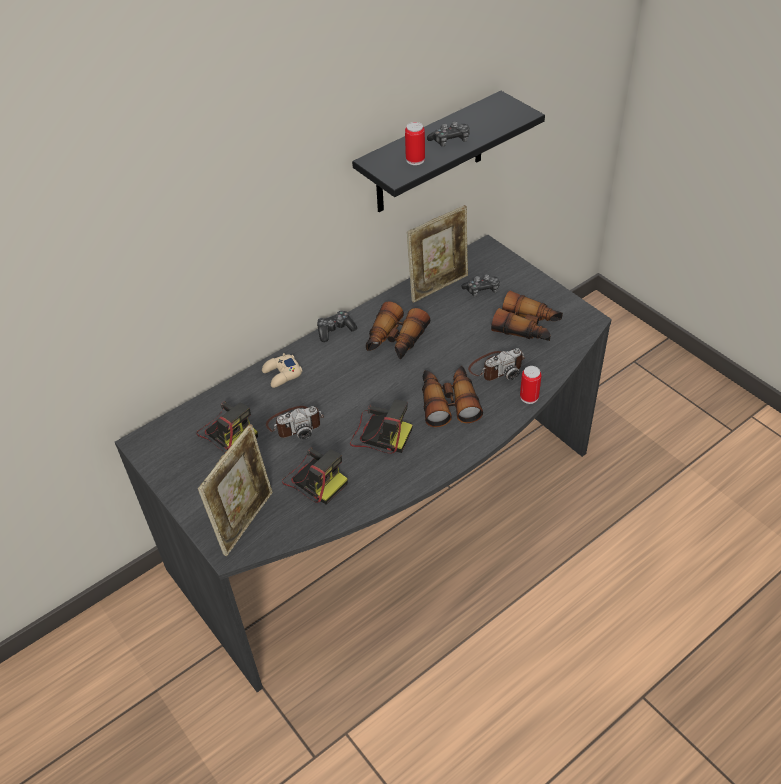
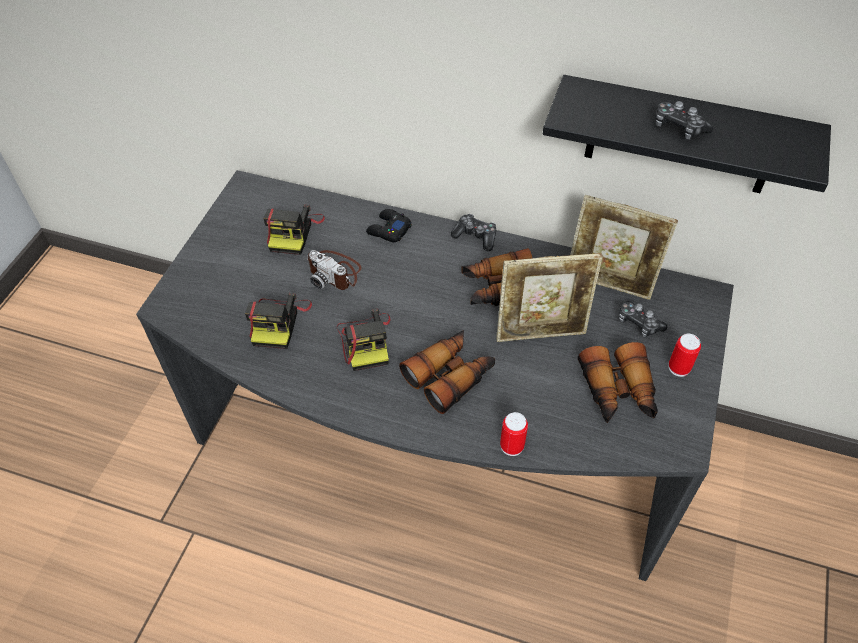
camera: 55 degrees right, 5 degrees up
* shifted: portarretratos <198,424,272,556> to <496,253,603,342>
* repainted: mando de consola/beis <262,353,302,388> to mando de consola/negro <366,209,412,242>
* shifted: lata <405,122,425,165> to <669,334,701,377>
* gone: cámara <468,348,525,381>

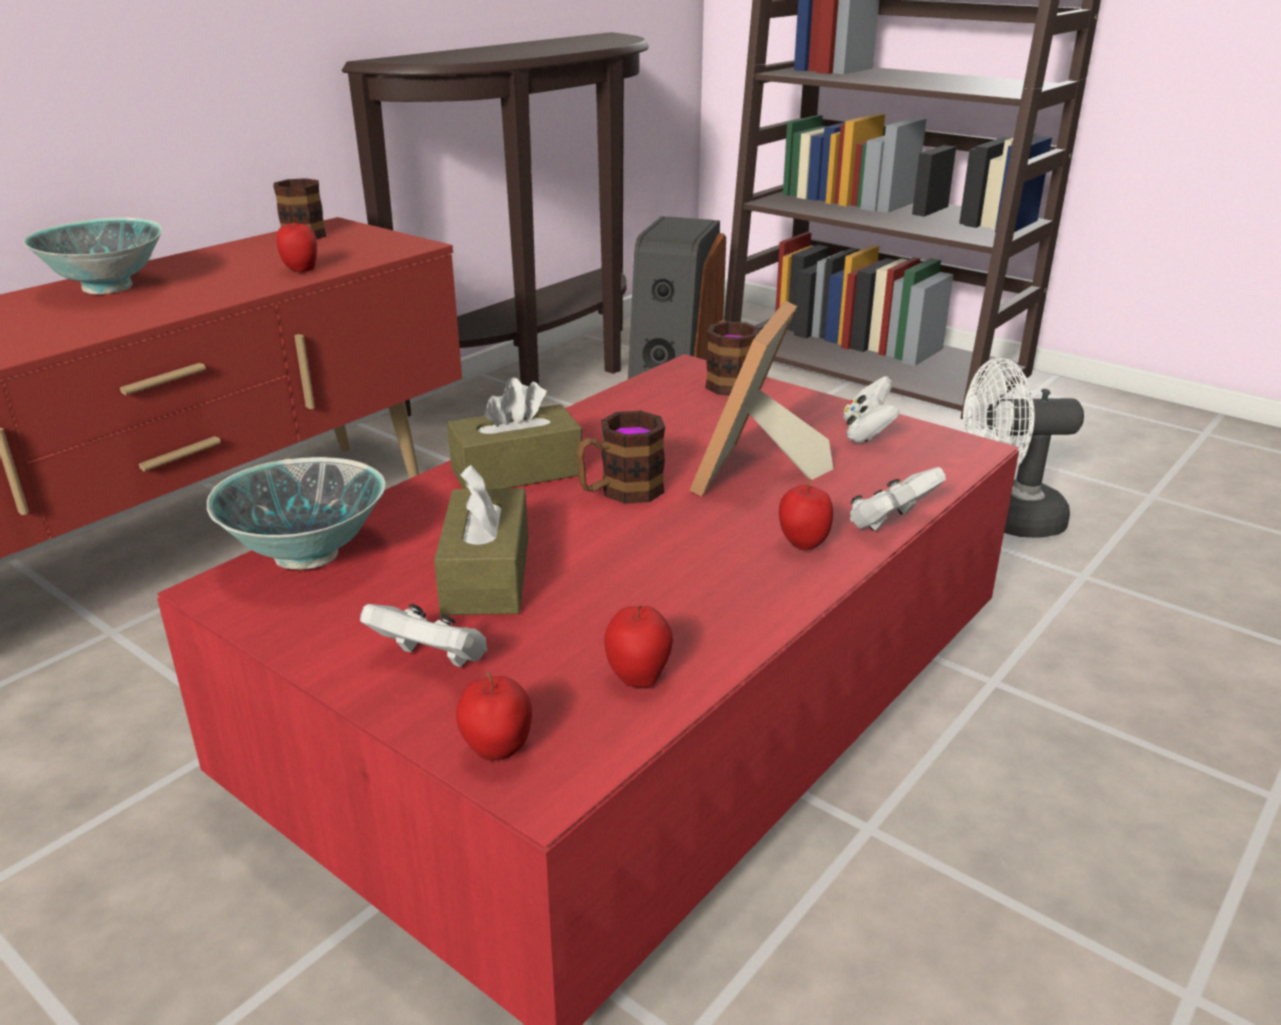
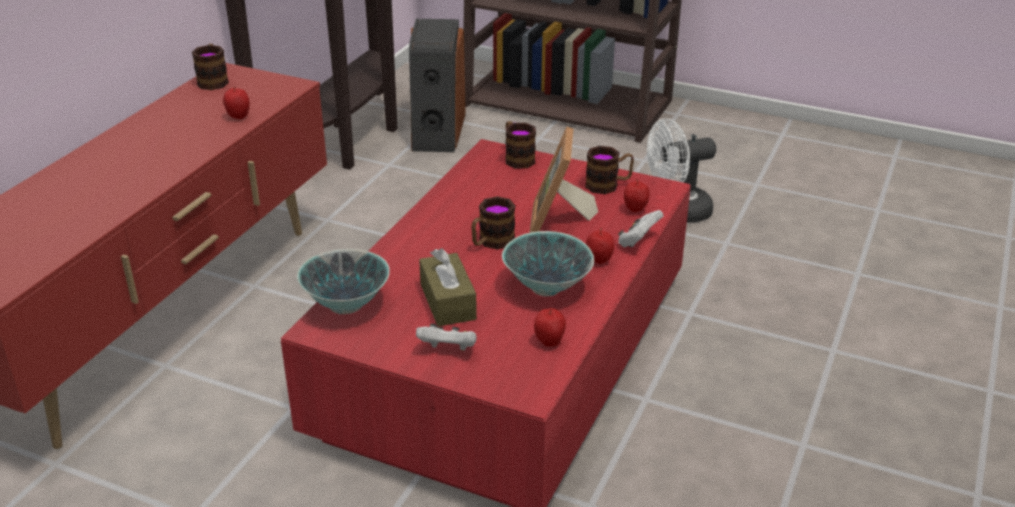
camera: 15 degrees left, 5 degrees up
* shifted: cuenco <23,218,162,294> to <502,231,594,296>
* gone: caja de pañuelos/marrón <447,377,582,489>
* shifted: manzana <456,671,532,761> to <624,179,650,212>
* swapped: mando de consola/blanco <844,376,900,443> to taza grande <585,146,634,194>

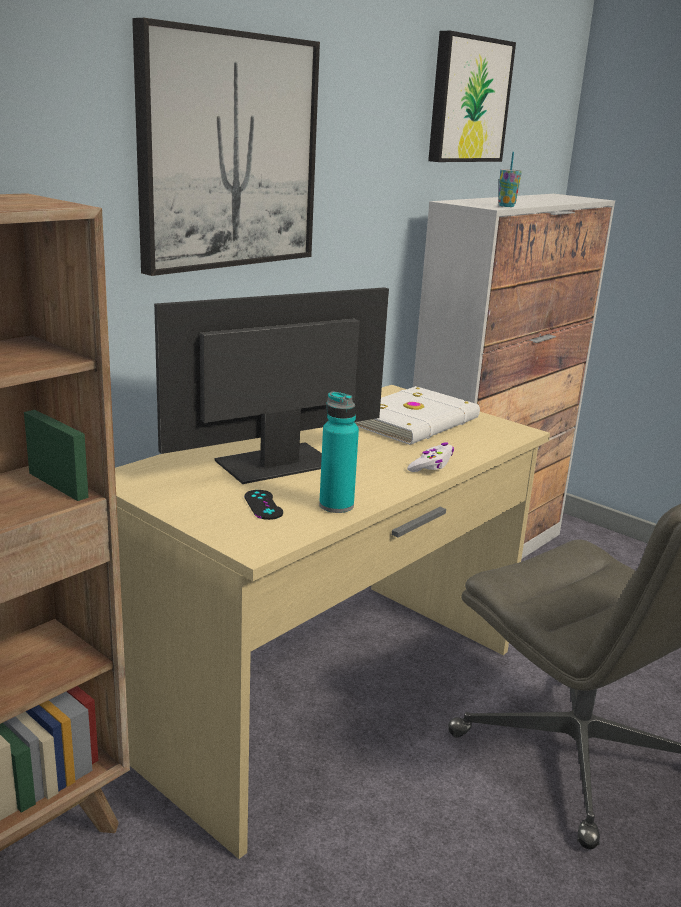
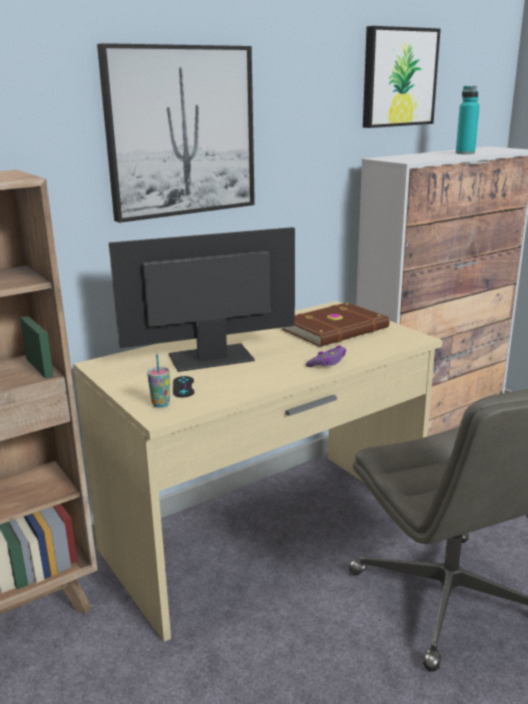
camera: 15 degrees right, 0 degrees up
* shifted: botella/turquesa <319,392,359,513> to <456,86,480,154>
* repainted: libro/blanco <355,386,480,445> to libro/marrón <281,302,390,347>
* repainted: mando de consola/blanco <407,443,454,472> to mando de consola/morado <306,345,346,367>
* shifted: taza <498,152,522,207> to <147,354,170,408>

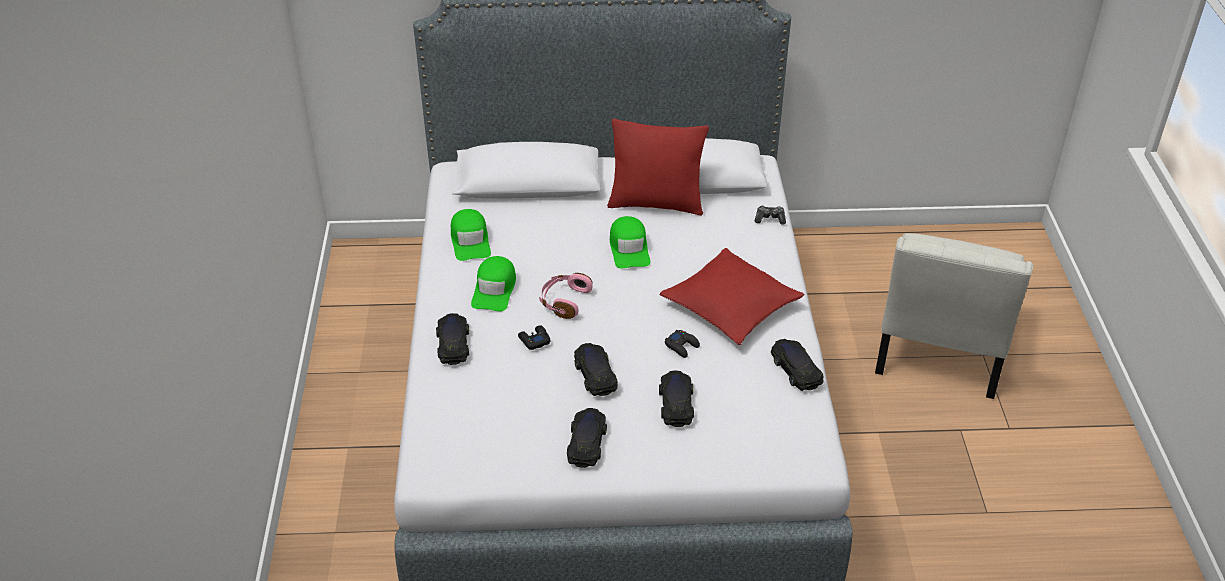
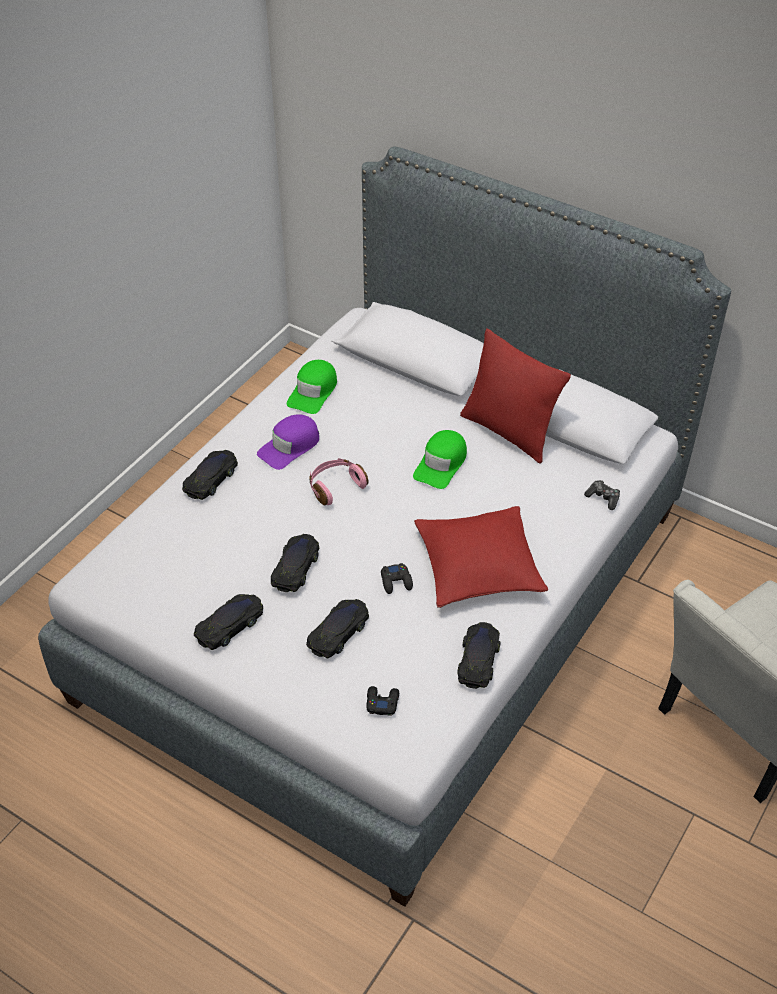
camera: 35 degrees right, 5 degrees up
* repainted: gorra/verde <471,256,516,311> to gorra/morado <257,414,319,470>
* shifted: mando de consola/negro <518,326,550,350> to <366,686,399,716>

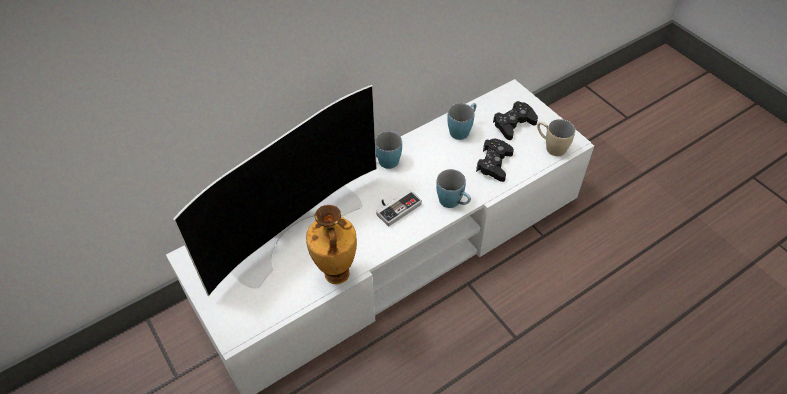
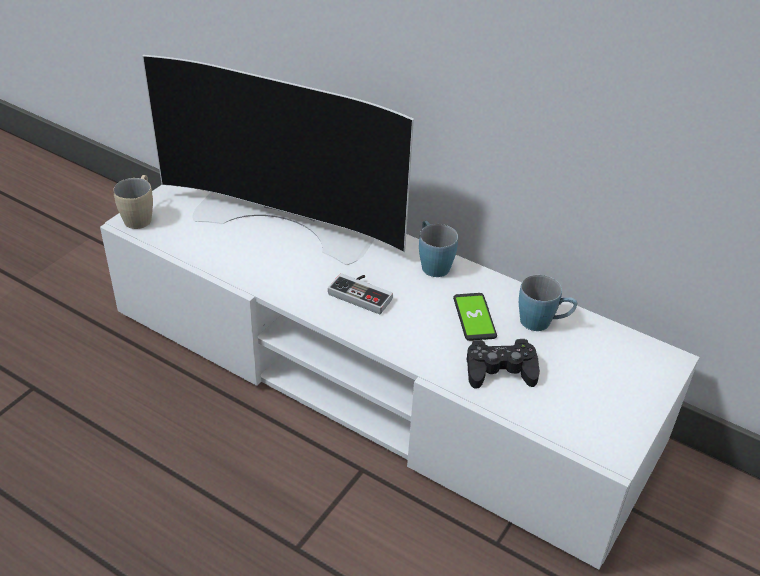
camera: 65 degrees right, 10 degrees down
* gone: florero <306,205,357,284>
* gone: taza grande/azul <436,169,471,208>
* gone: mando de consola/negro <493,101,538,140>
* shifted: taza grande/beis <537,119,575,156> to <113,175,153,229>
* new: móvil <453,293,497,341>

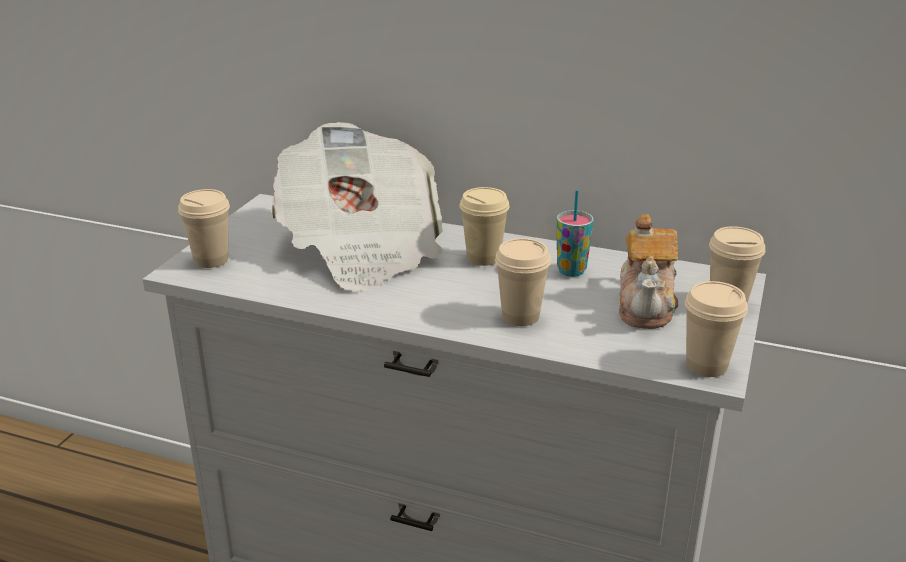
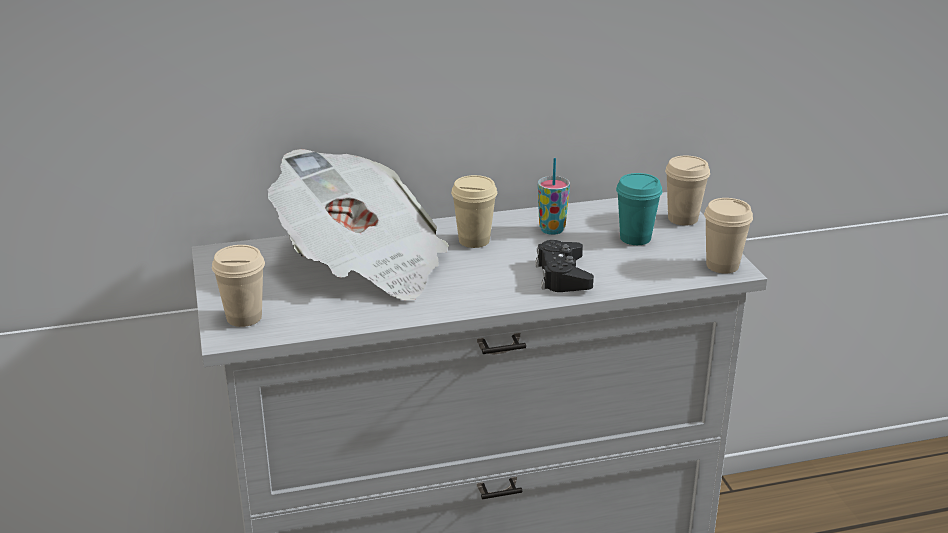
camera: 35 degrees left, 0 degrees up
* swapped: taza/beis <495,238,551,326> to mando de consola/negro <535,240,594,292>
* swapped: tetera <619,214,678,329> to taza/turquesa <616,173,663,245>

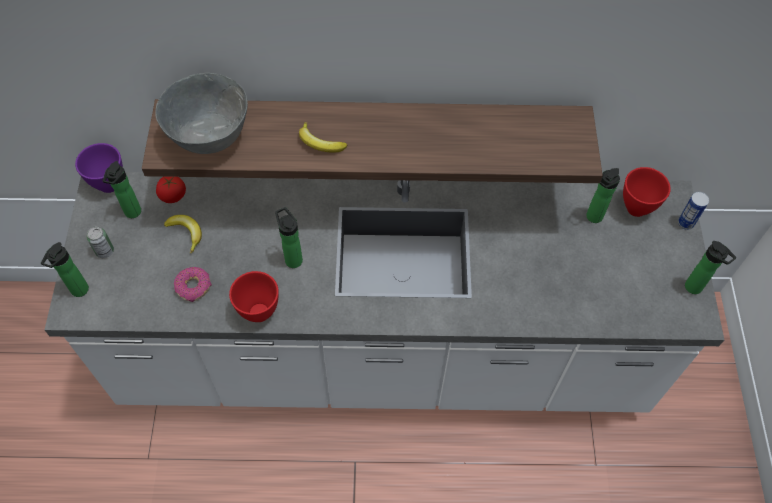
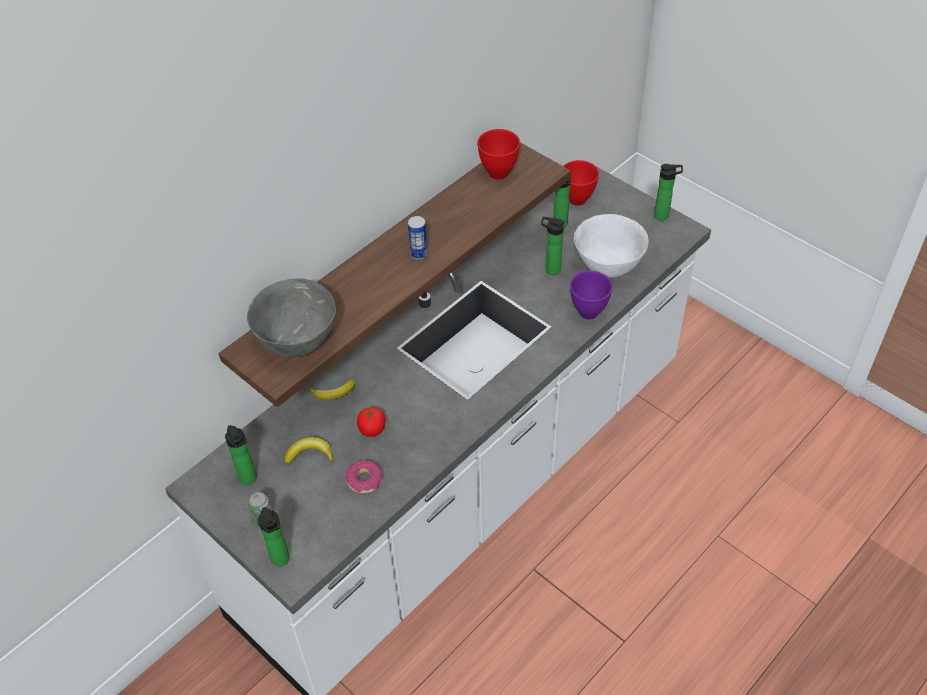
camera: 45 degrees left, 10 degrees down
* shifted: cuenco/morado <75,143,123,193> to <570,271,613,319>
* shifted: tomate <156,177,186,203> to <357,407,385,437>
* shifted: cuenco/rojo <229,271,279,322> to <477,129,520,180>
* shifted: botella <275,207,303,268> to <541,217,564,275>
* shifted: plátano <299,122,347,153> to <309,379,356,400>
* shifted: lata <678,192,709,230> to <408,216,428,260>
* new: cuenco/blanco <574,214,648,278>

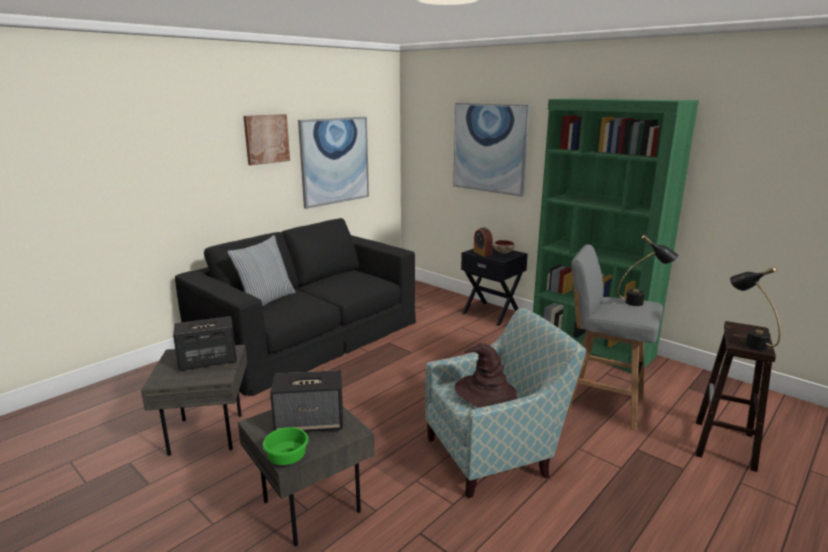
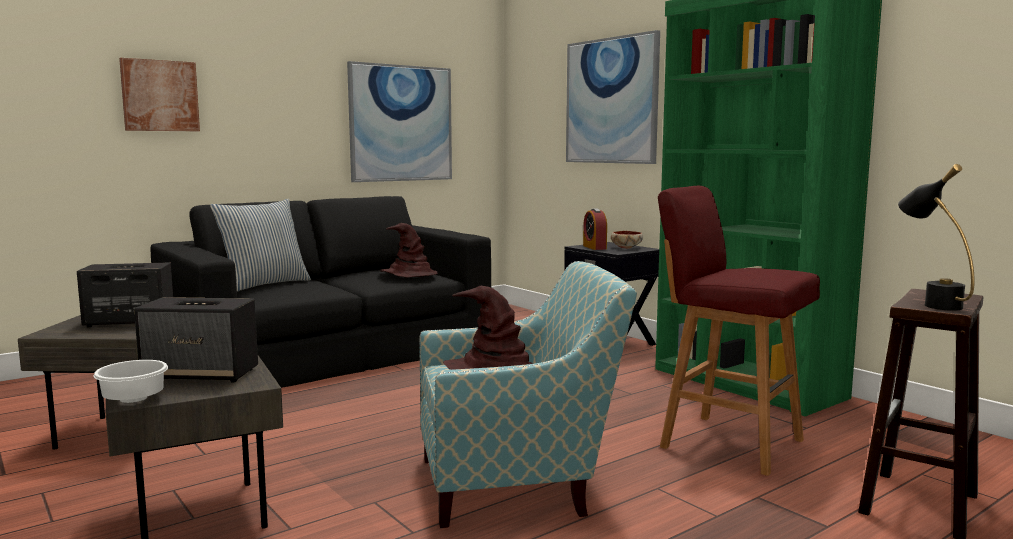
camera: 10 degrees right, 10 degrees down
* shifted: cuadro <243,114,290,165> to <119,58,200,131>
* repainted: cuenco/verde <263,427,309,465> to cuenco/blanco <94,360,168,403>
* repainted: taburete/gris <567,244,663,431> to taburete/rojo <658,186,820,476>
* gone: lámpara de mesa/negro <618,235,678,306>
* new: sombrero/marrón <380,223,438,277>

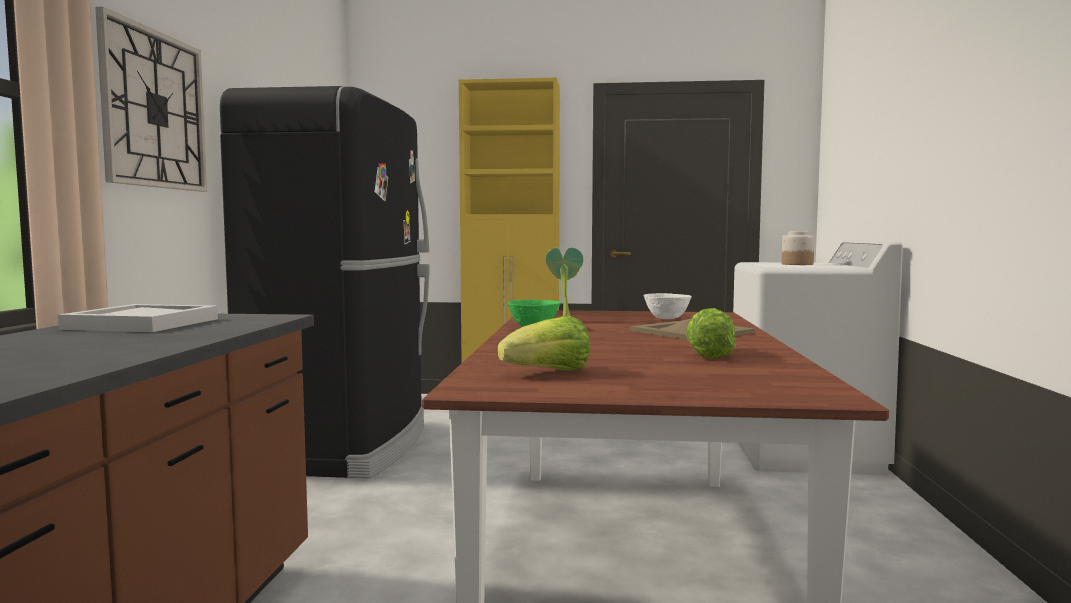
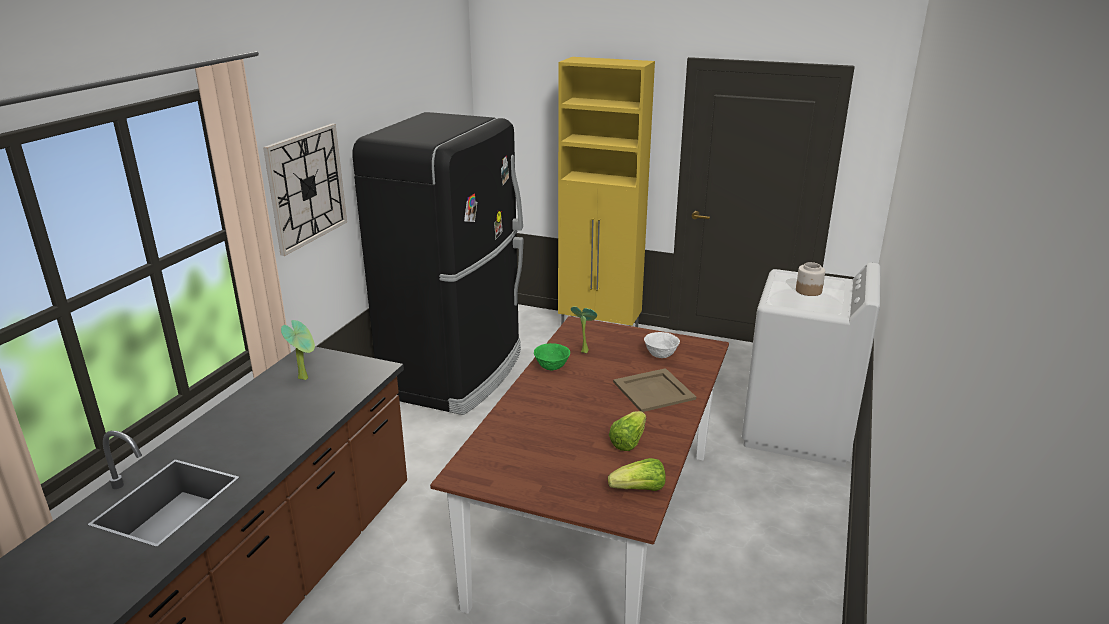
camera: 15 degrees right, 20 degrees up
* swapped: bandeja/blanco <58,304,218,332> to planta en maceta <281,320,315,380>
* shifted: lechuga <498,315,590,371> to <608,458,666,491>

